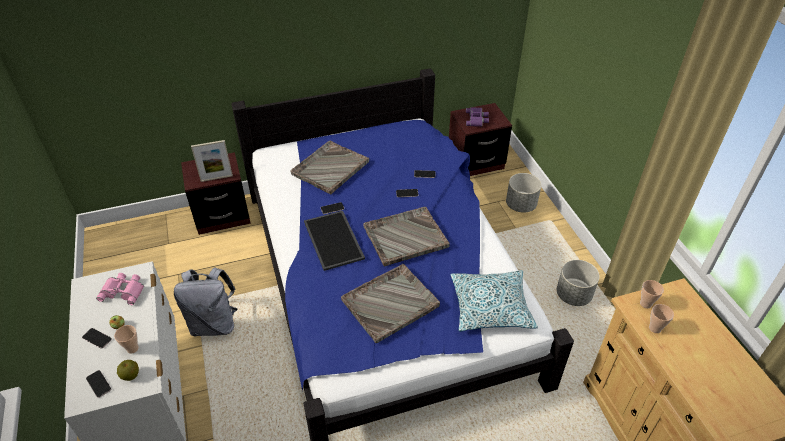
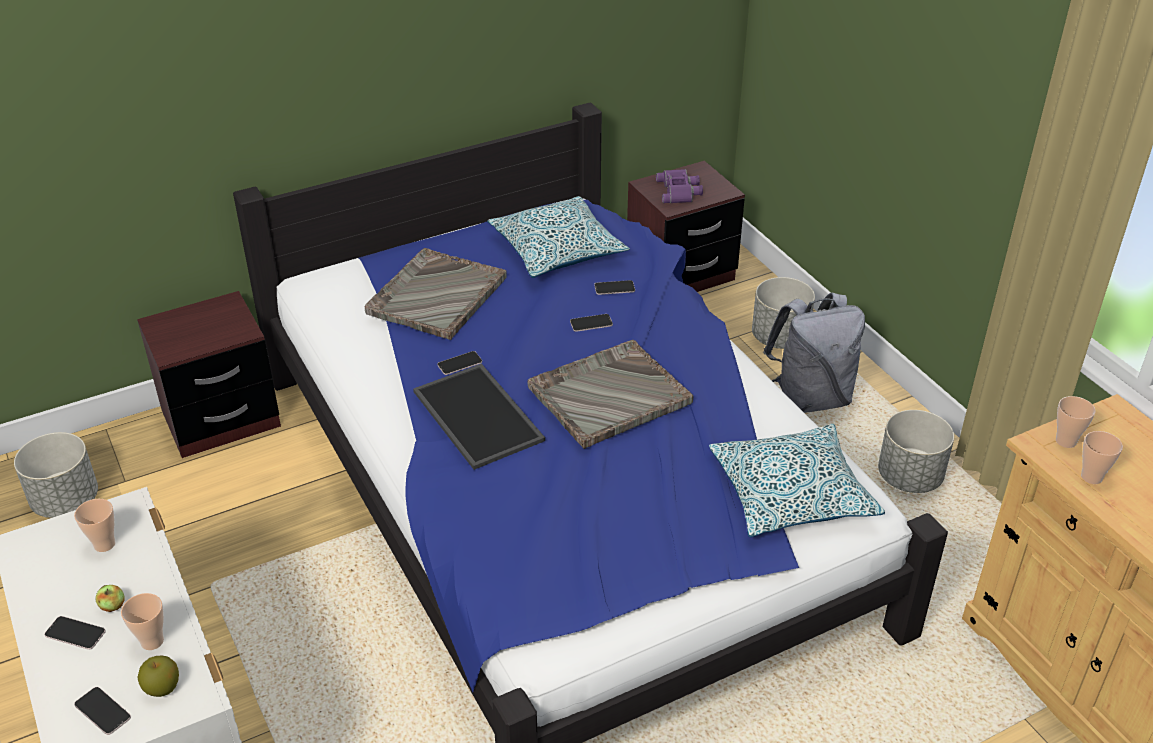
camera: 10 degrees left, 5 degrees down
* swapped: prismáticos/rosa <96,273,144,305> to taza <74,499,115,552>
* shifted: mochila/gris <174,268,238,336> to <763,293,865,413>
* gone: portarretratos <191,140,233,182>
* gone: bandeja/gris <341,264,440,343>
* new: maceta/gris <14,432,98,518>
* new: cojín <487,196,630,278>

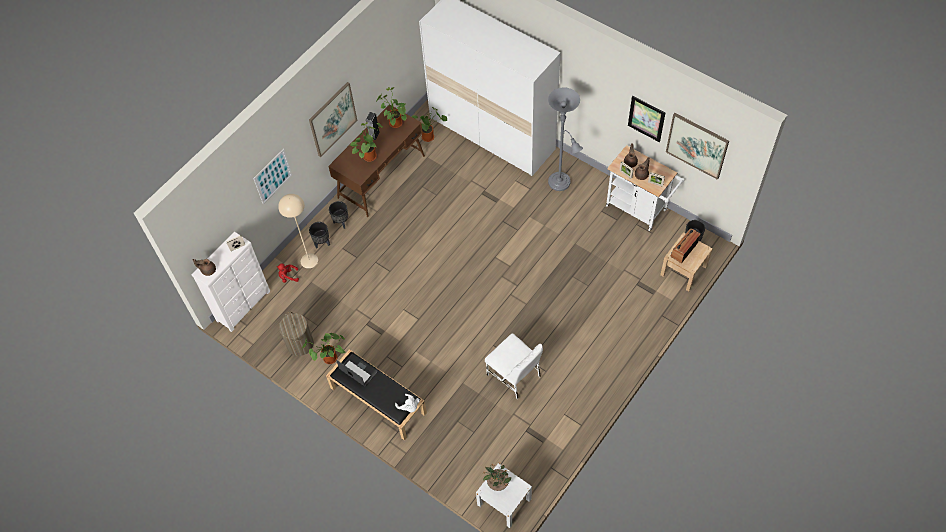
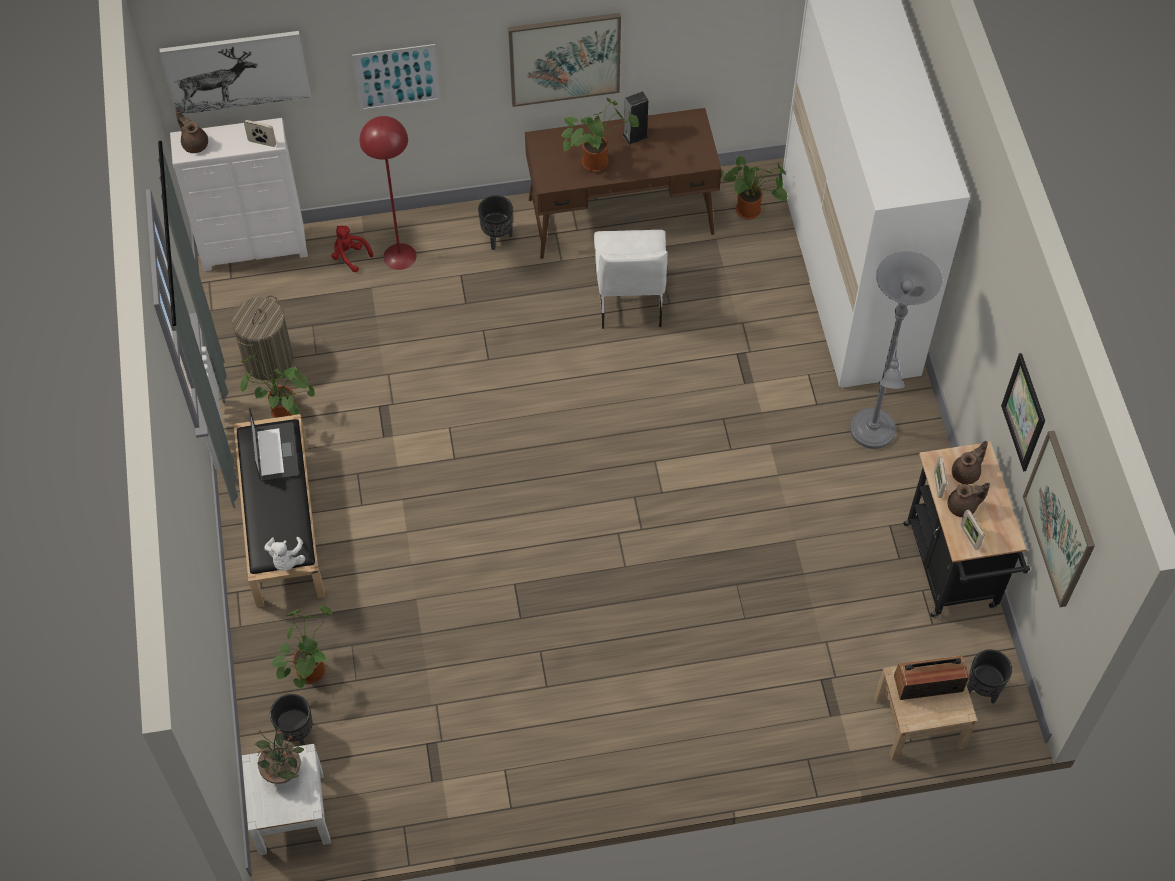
camera: 40 degrees right, 0 degrees up
* repainted: lámpara de pie/beis <278,194,318,268> to lámpara de pie/rojo <359,116,417,270>
* shifted: maceta/negro <309,222,330,248> to <270,694,313,746>
* shifted: planta en maceta <376,87,406,128> to <269,605,333,689>
* shifted: silla/blanco <485,333,543,399> to <594,230,668,329>
* repainted: carrito/blanco <606,145,685,231> to carrito/negro <904,442,1030,618>
* new: cuadro <159,31,311,115>

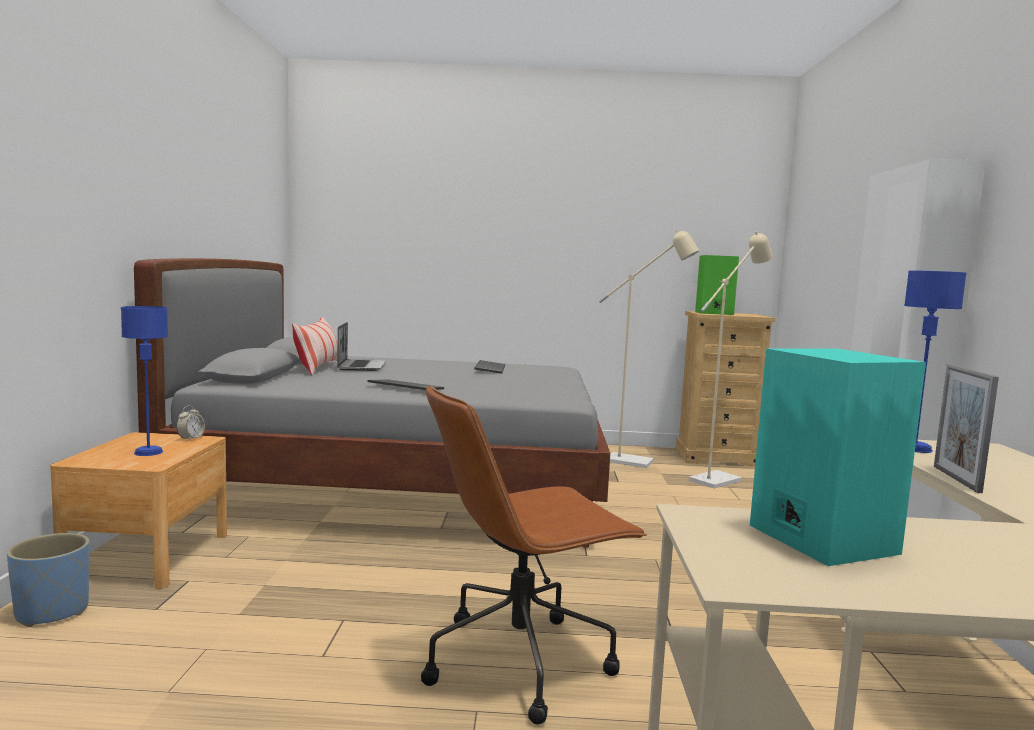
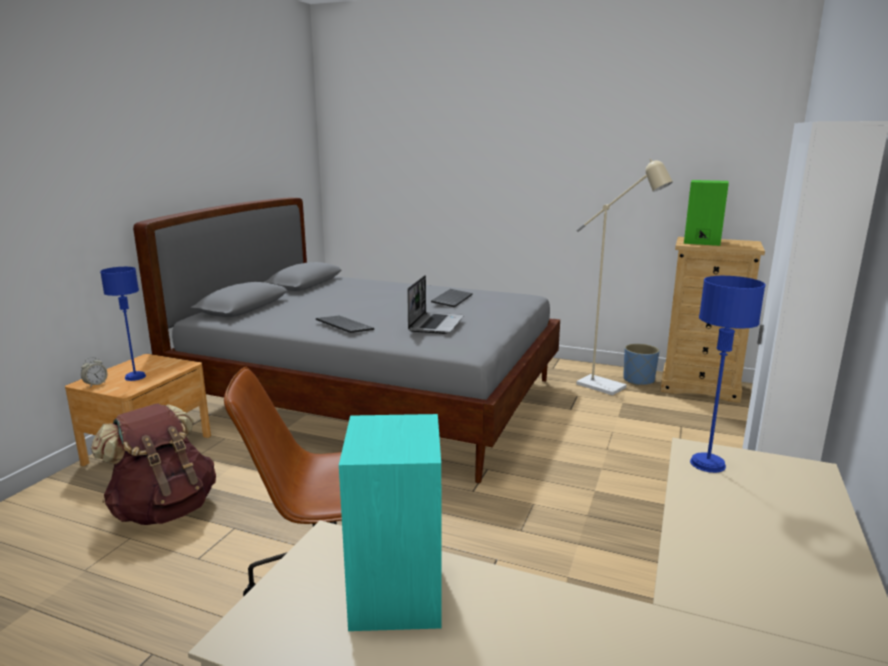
camera: 20 degrees right, 10 degrees up
* shifted: maceta/azul <7,533,90,627> to <623,344,659,386>
* shifted: despertador <176,406,205,441> to <81,357,108,388>
* gone: cojín <292,317,337,376>
* shifted: portátil <337,322,386,371> to <407,275,464,334>
* gone: lámpara de pie/beis <689,231,773,489>
* gone: portarretratos <934,364,999,493>
* new: mochila/marrón <91,403,216,525>

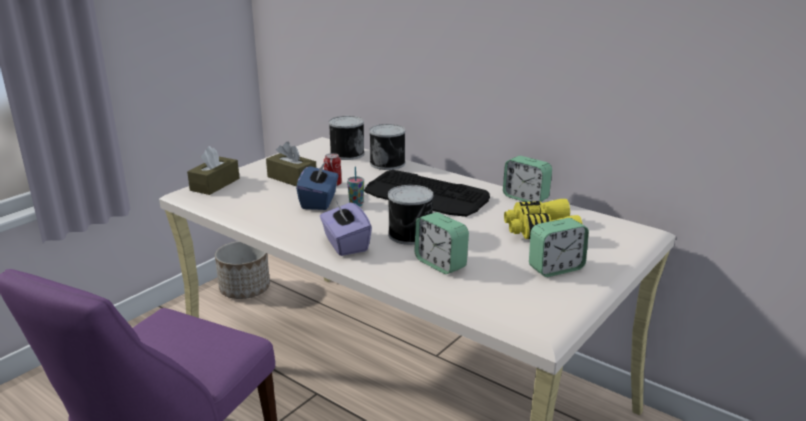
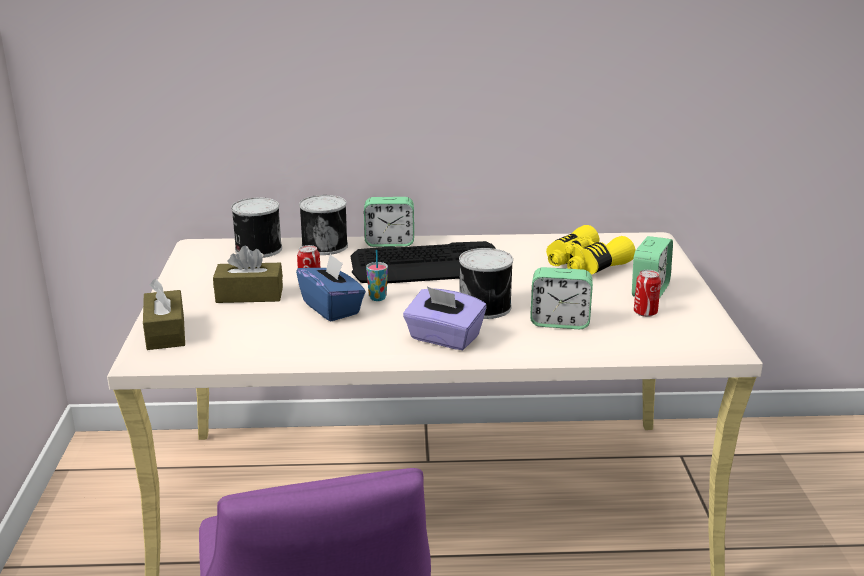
camera: 40 degrees left, 0 degrees up
* gone: maceta <215,241,270,299>
* shifted: despertador <503,156,552,202> to <364,197,414,247>
* new: lata <634,270,661,317>

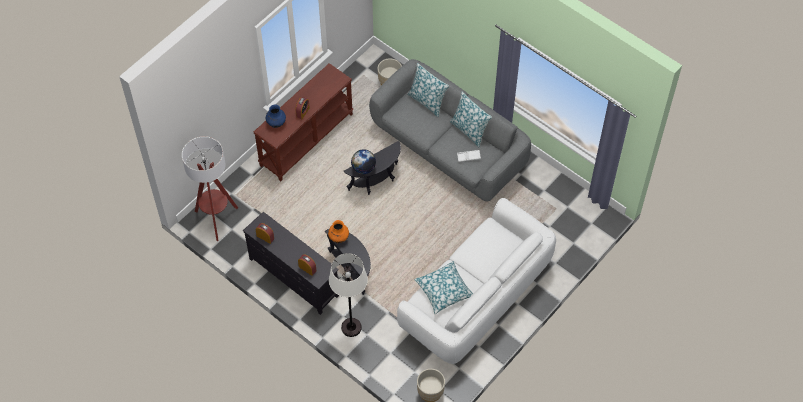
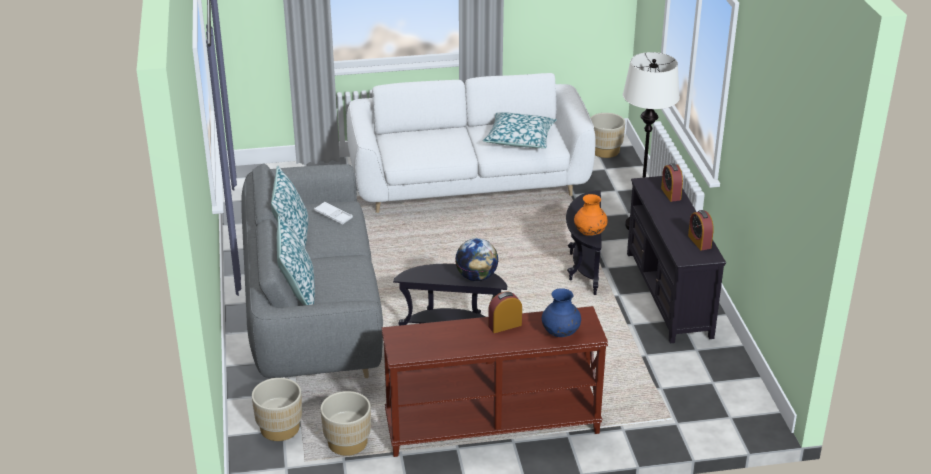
camera: 140 degrees left, 25 degrees down
* gone: lámpara de pie <182,136,238,241>
* new: maceta/beis <321,391,371,456>

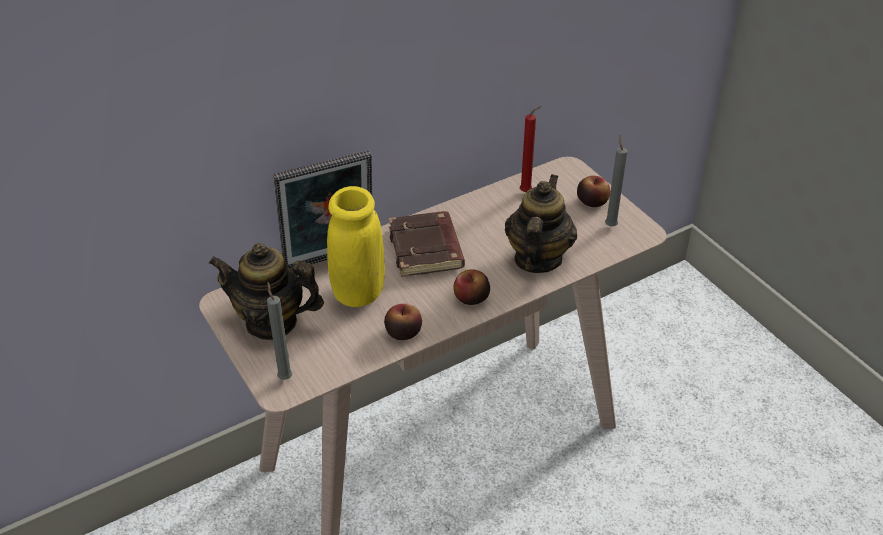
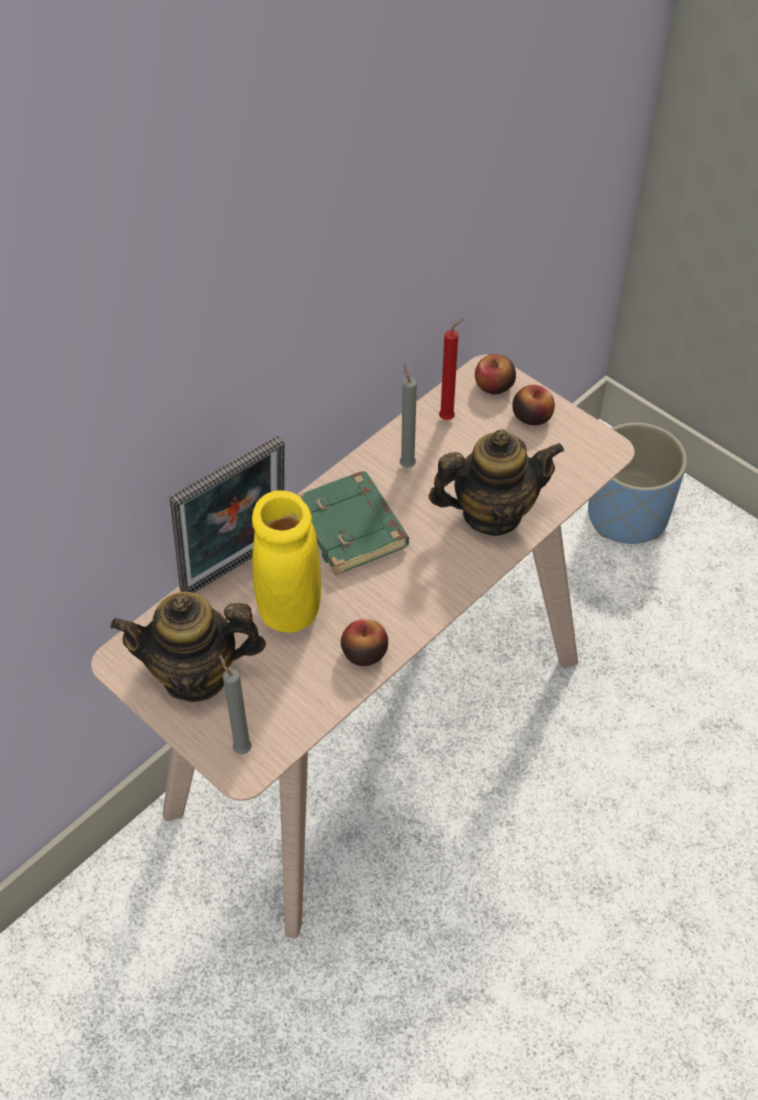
camera: 15 degrees left, 10 degrees up
* repainted: libro/marrón <388,211,465,277> to libro/verde <298,471,409,575>
* shifted: manzana <454,269,490,305> to <475,354,516,394>
* rotated: tetera <505,174,577,273> = <429,429,564,536> 75 degrees clockwise
* shifted: vela/gris <605,135,628,227> to <400,363,417,468>
* new: maceta/azul <588,422,687,544>

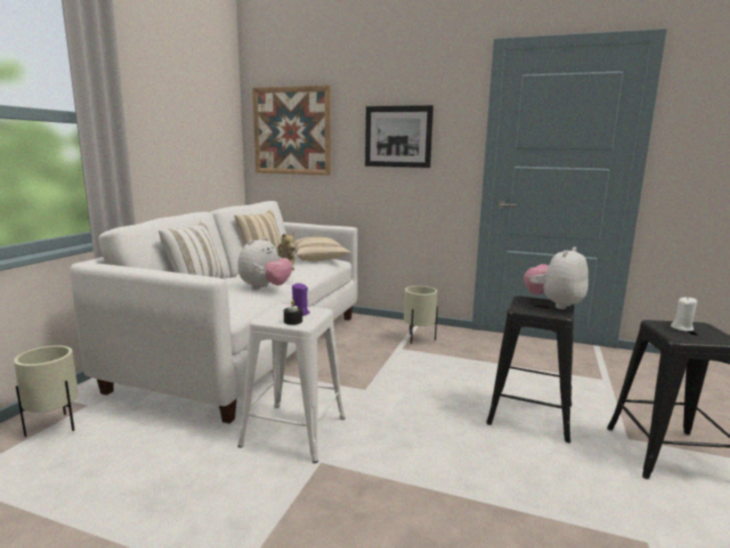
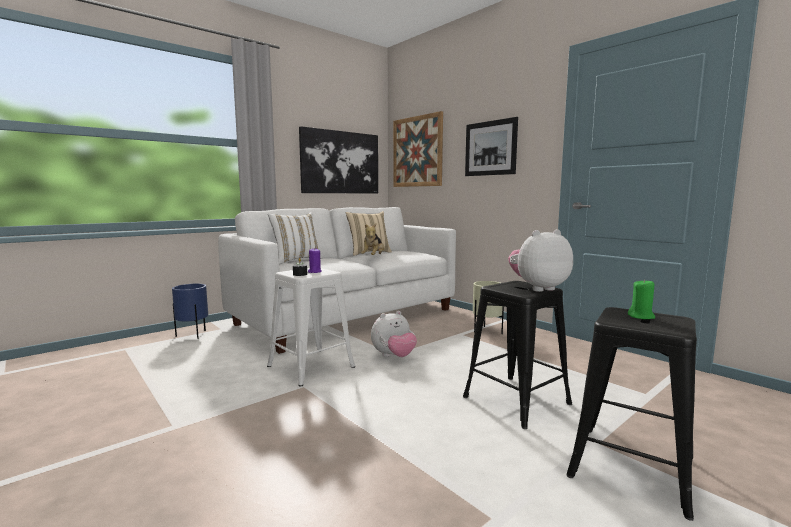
camera: 30 degrees right, 5 degrees down
* repainted: maceta/beis <14,346,78,437> to maceta/azul <172,284,208,339>
* shifted: peluche <238,237,293,290> to <371,311,417,357>
* gone: cojín/beis <293,237,351,261>
* repainted: vela/blanco <671,296,697,331> to vela/verde <628,279,655,319>
* new: cuadro <299,126,378,193>

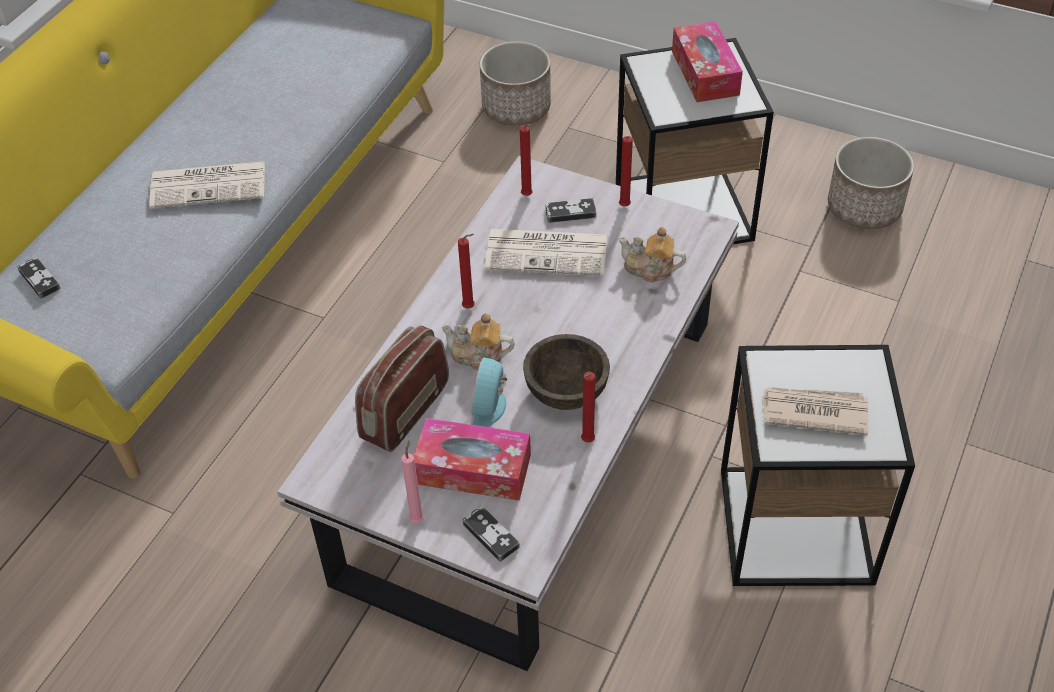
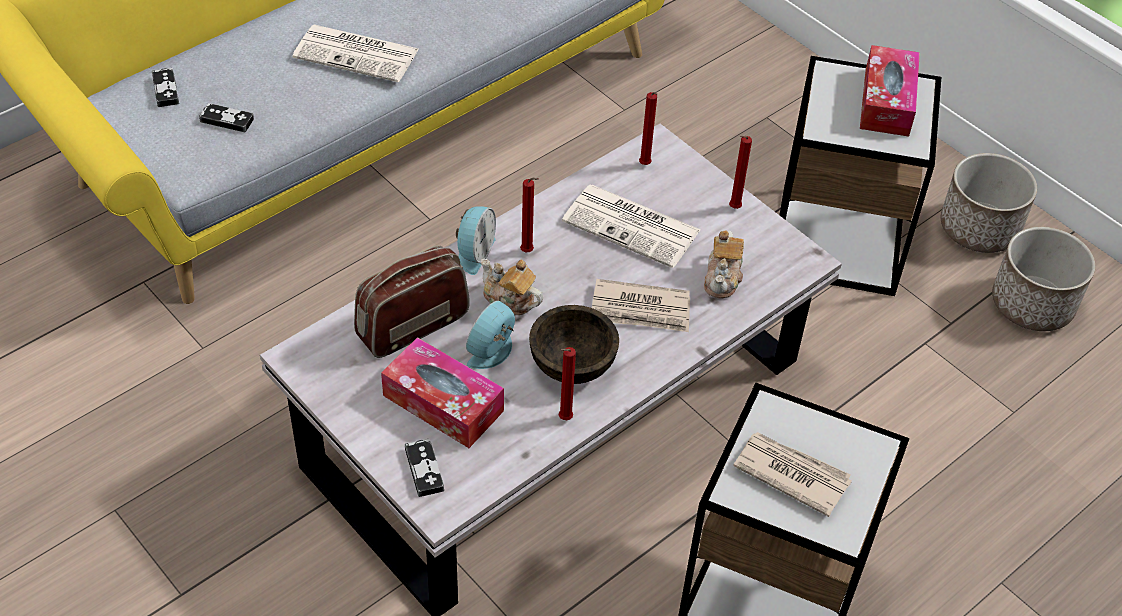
camera: 20 degrees right, 0 degrees up
* gone: vela/rosa <402,440,424,523>
* shifted: maceta <480,41,551,126> to <941,153,1037,253>
* shifted: mando de consola <545,198,596,223> to <199,103,254,132>
* rotated: tetera <619,227,686,283> = <704,231,744,299> 120 degrees counterclockwise
* new: despertador <456,206,496,275>
* new: periódico <592,279,690,332>

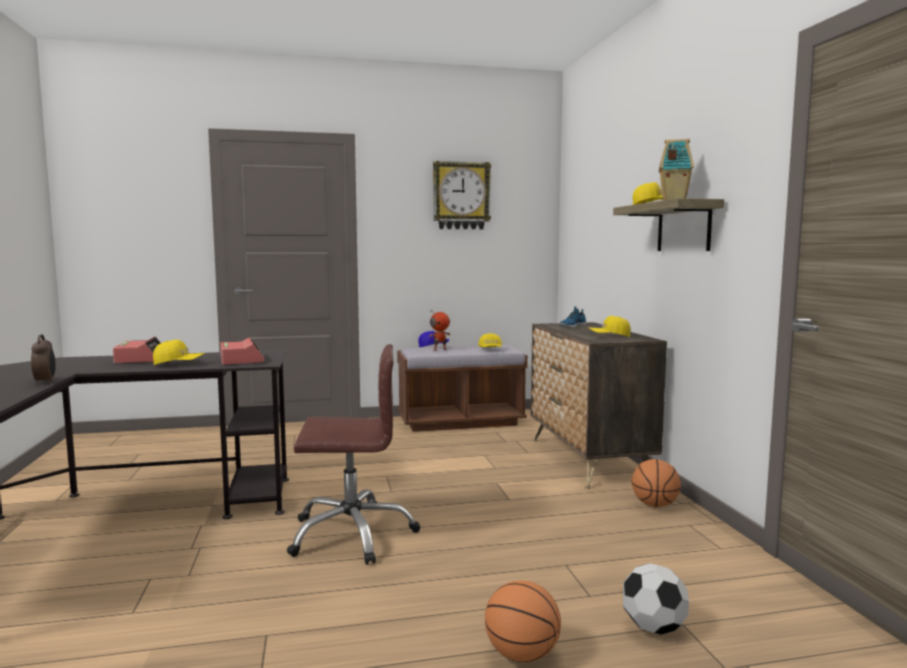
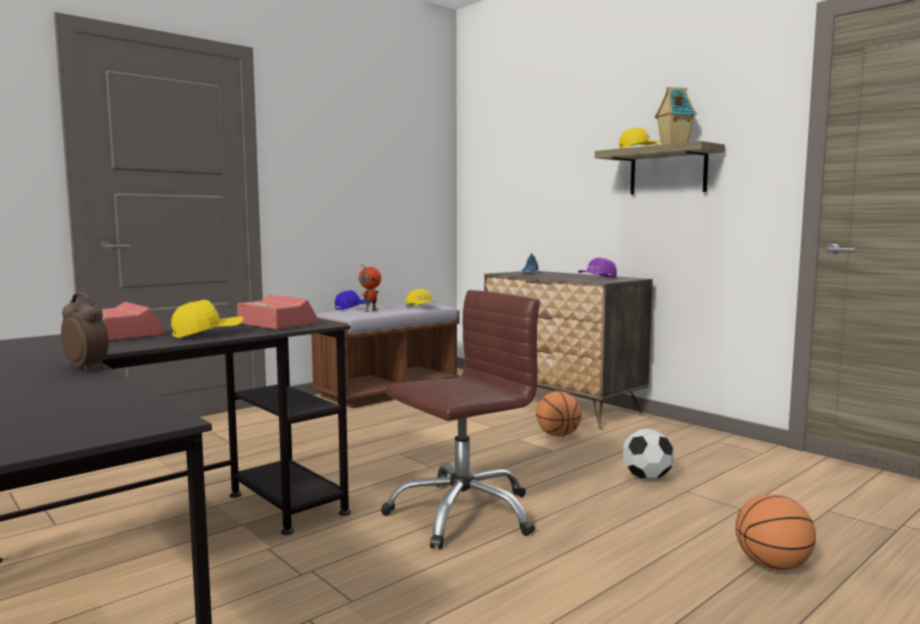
camera: 30 degrees left, 0 degrees up
* gone: reloj de pared <433,161,491,229>
* repainted: gorra/amarillo <589,316,631,337> to gorra/morado <578,258,617,278>
* shifted: balón de fútbol <623,563,689,635> to <623,428,674,480>
* shifted: balón de baloncesto <631,459,681,507> to <536,391,582,437>

